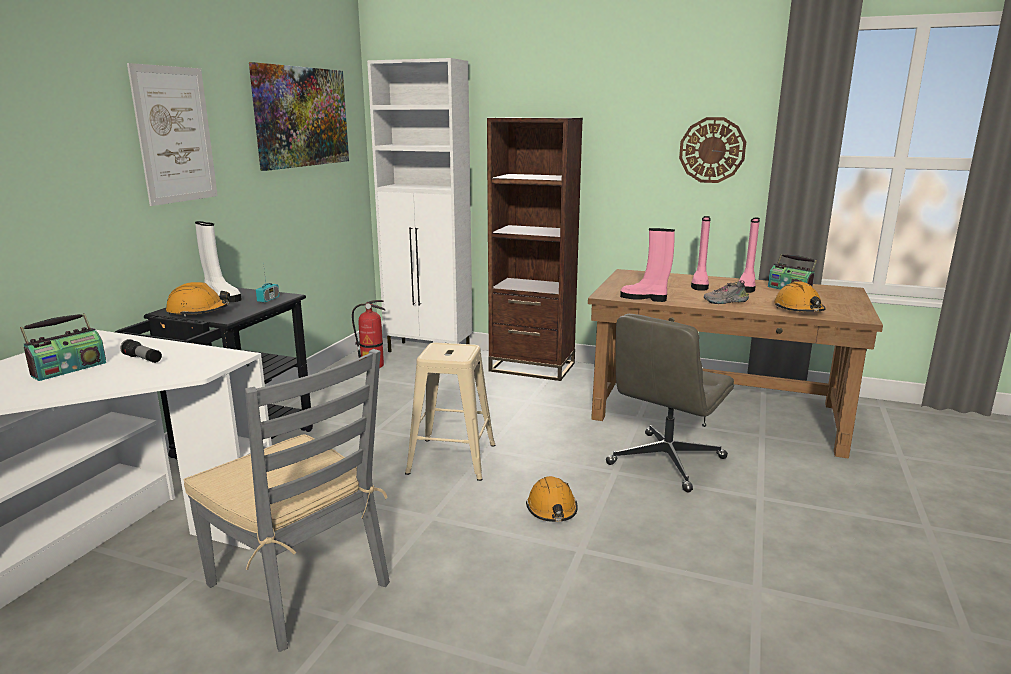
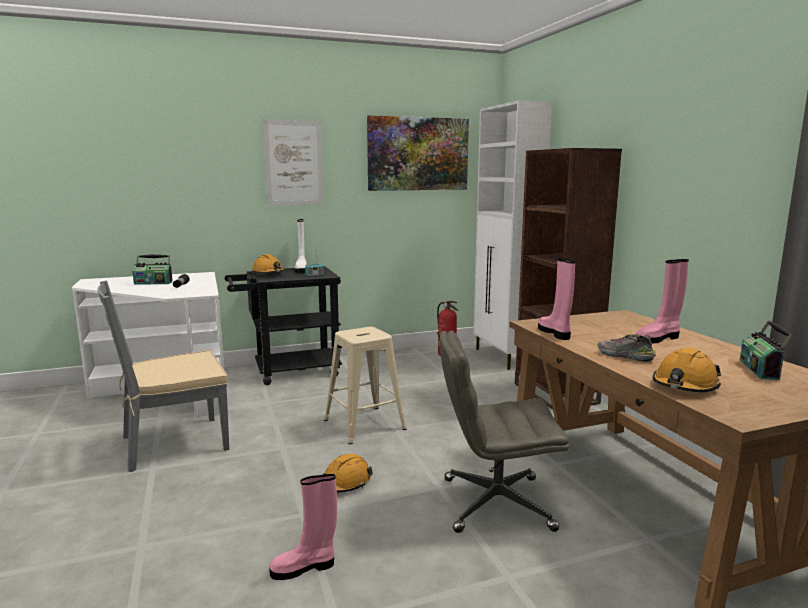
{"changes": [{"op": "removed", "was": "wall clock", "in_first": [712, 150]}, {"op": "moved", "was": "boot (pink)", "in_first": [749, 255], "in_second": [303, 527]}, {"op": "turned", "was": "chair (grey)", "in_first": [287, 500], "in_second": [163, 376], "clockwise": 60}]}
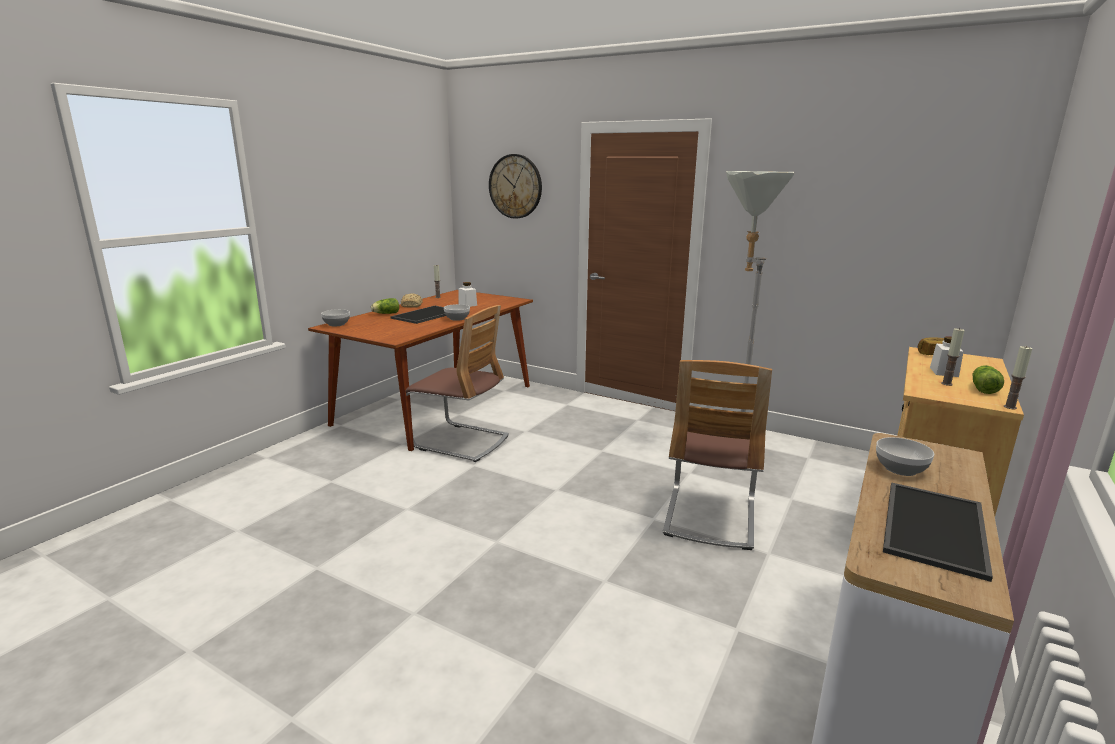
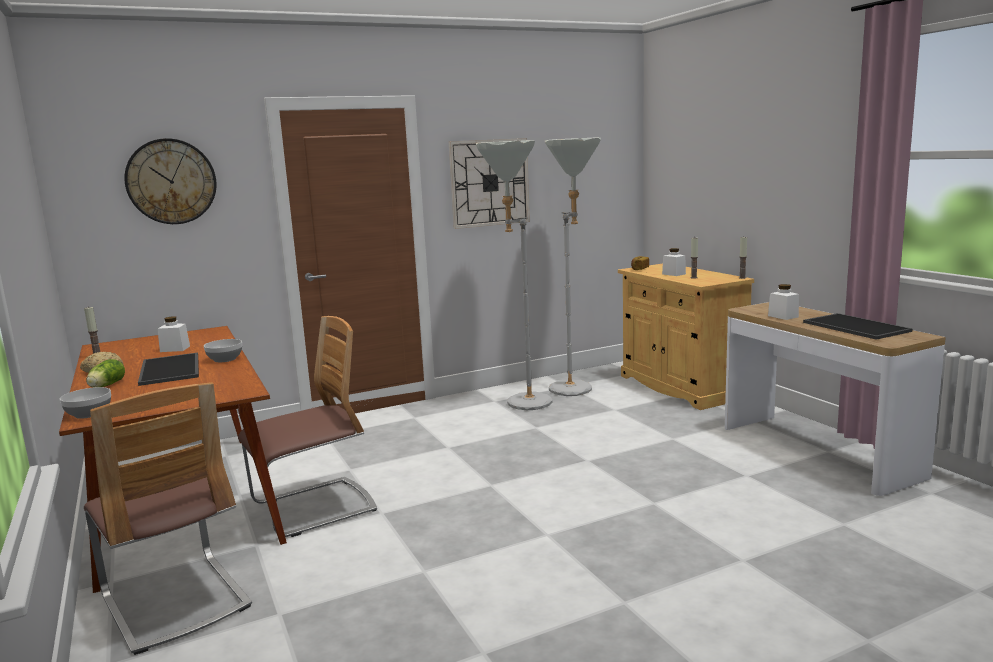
{"changes": [{"op": "moved", "was": "chair", "in_first": [717, 455], "in_second": [168, 518]}, {"op": "removed", "was": "lettuce", "in_first": [988, 379]}, {"op": "replaced", "was": "bowl", "now": "jar (white)", "in_first": [905, 456], "in_second": [783, 302]}, {"op": "added", "now": "floor lamp (grey)", "in_second": [573, 266]}, {"op": "added", "now": "wall clock", "in_second": [489, 183]}]}
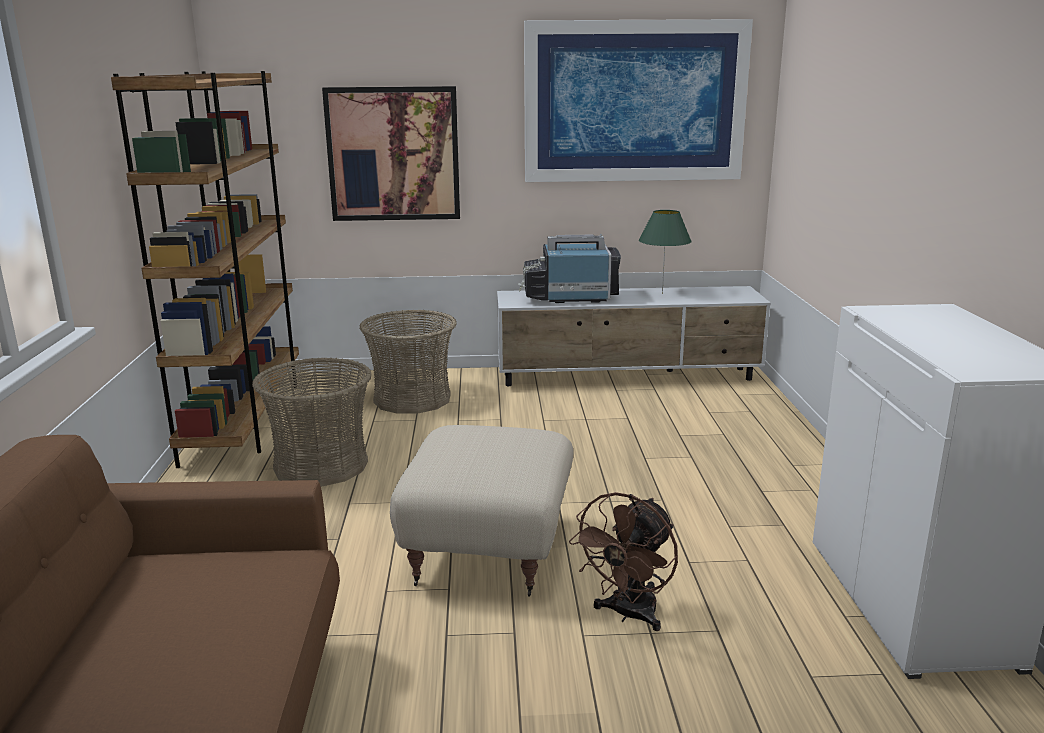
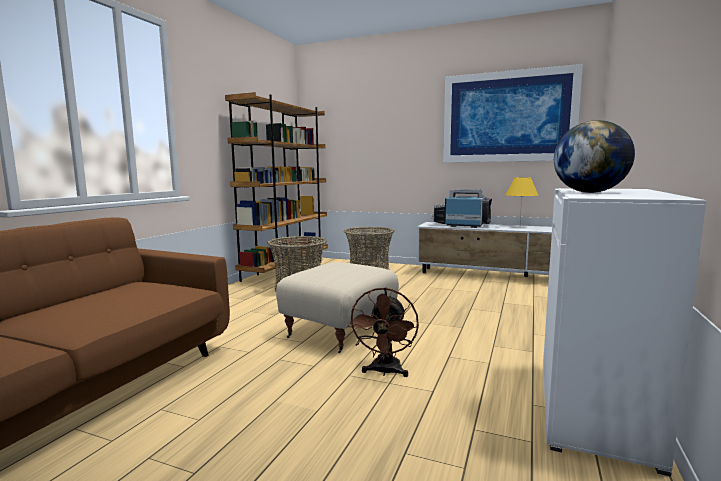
{"changes": [{"op": "removed", "was": "picture", "in_first": [391, 153]}, {"op": "recoloured", "was": "table lamp (green)", "now": "table lamp (yellow)", "in_first": [665, 252], "in_second": [522, 200]}, {"op": "turned", "was": "fan (brown)", "in_first": [623, 561], "in_second": [383, 332], "clockwise": -45}, {"op": "added", "now": "globe", "in_second": [594, 156]}]}
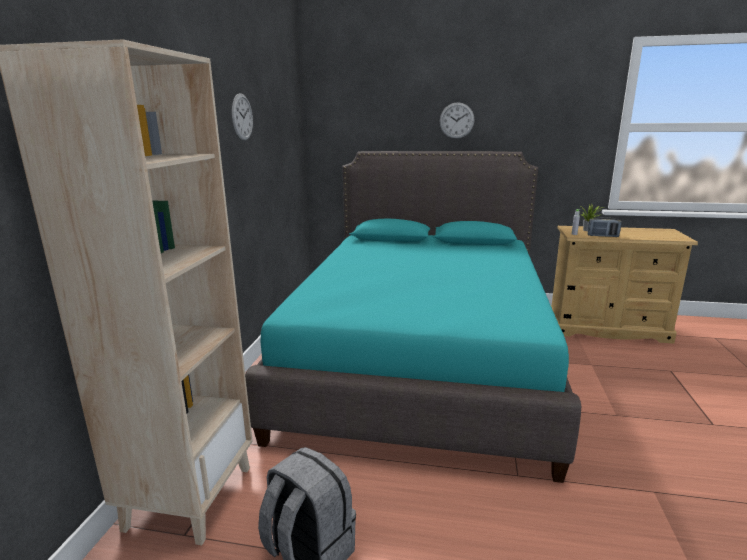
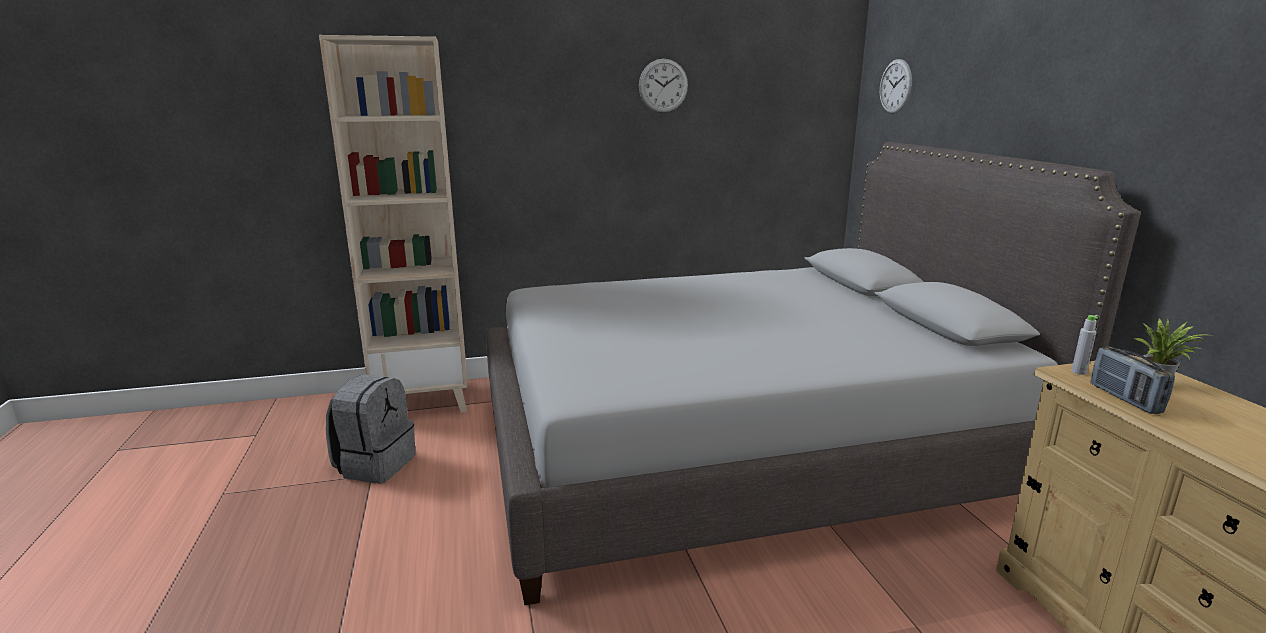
{"changes": [{"op": "moved", "was": "wall clock", "in_first": [457, 120], "in_second": [896, 86]}, {"op": "recoloured", "was": "bed (turquoise)", "now": "bed (grey)", "in_first": [413, 317], "in_second": [813, 373]}]}
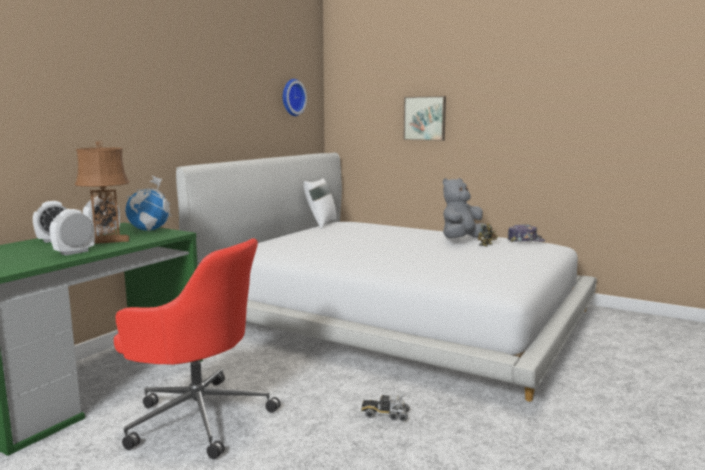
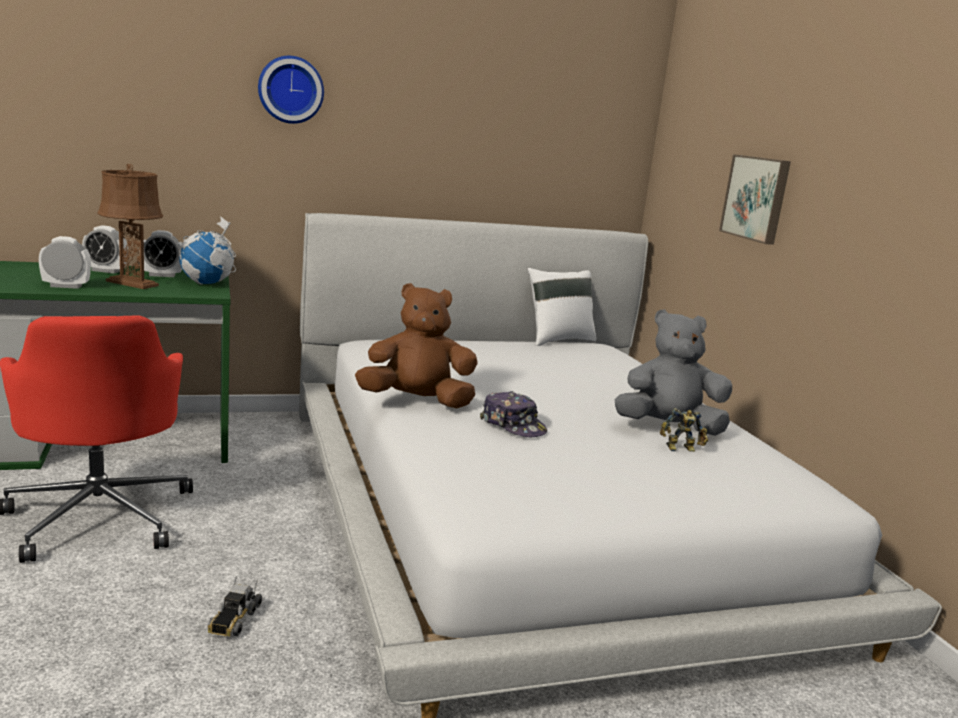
{"changes": [{"op": "moved", "was": "wall clock", "in_first": [295, 97], "in_second": [291, 90]}, {"op": "moved", "was": "cap", "in_first": [526, 233], "in_second": [513, 414]}, {"op": "turned", "was": "toy truck", "in_first": [385, 407], "in_second": [235, 606], "clockwise": -135}, {"op": "added", "now": "plush toy (brown)", "in_second": [416, 345]}]}
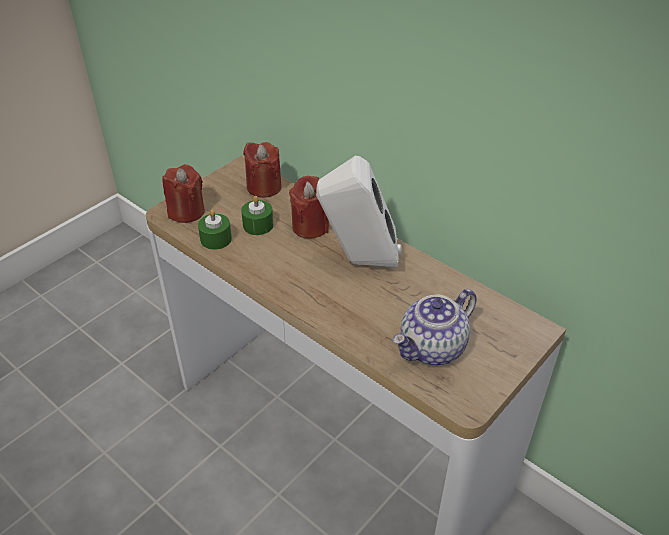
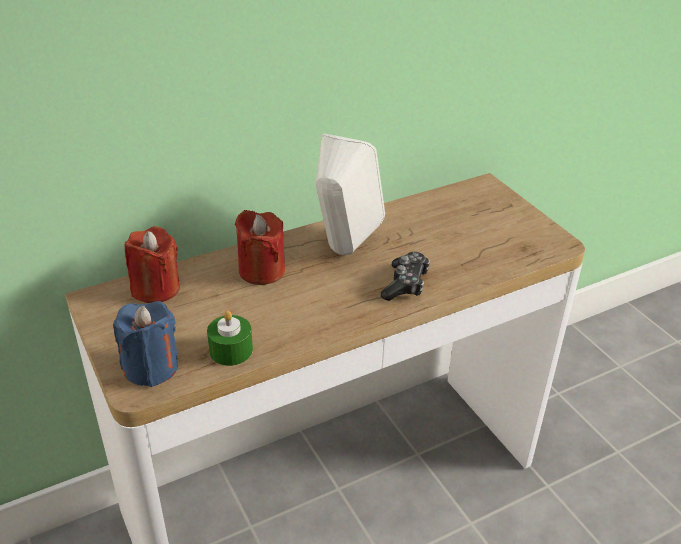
{"changes": [{"op": "recoloured", "was": "candle (red)", "now": "candle (blue)", "in_first": [183, 193], "in_second": [145, 344]}, {"op": "removed", "was": "candle (green)", "in_first": [257, 215]}, {"op": "removed", "was": "teapot", "in_first": [435, 327]}, {"op": "added", "now": "game controller", "in_second": [405, 276]}]}
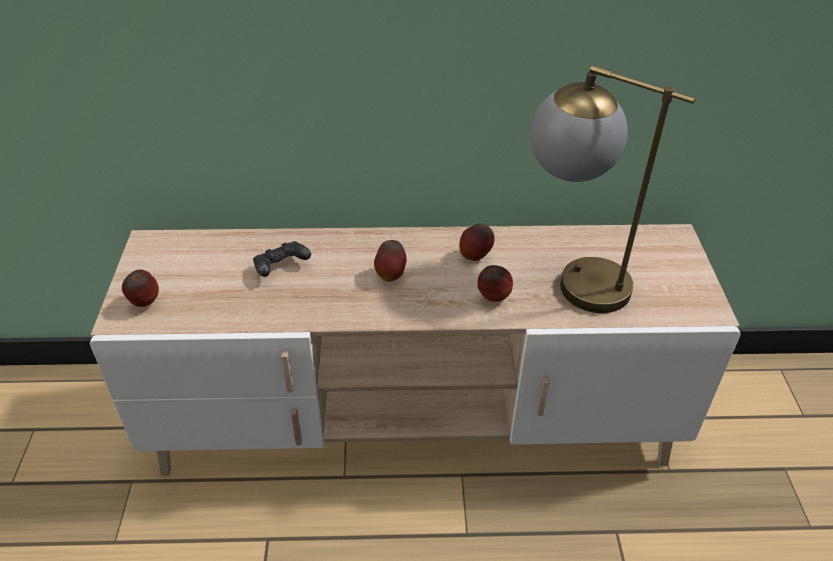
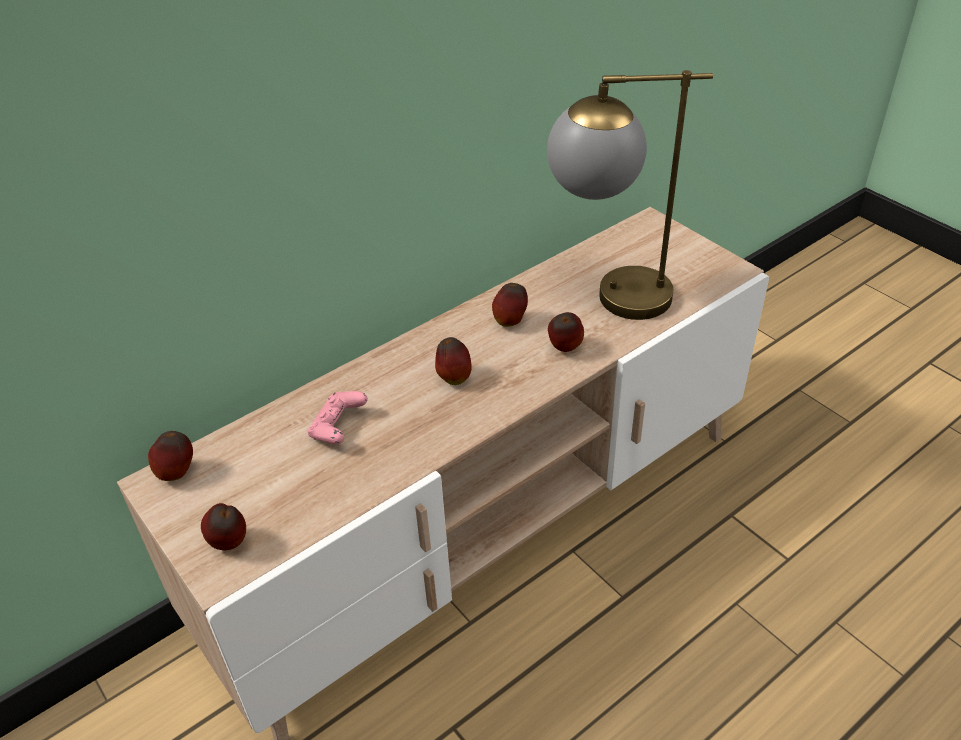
{"changes": [{"op": "recoloured", "was": "game controller (black)", "now": "game controller (pink)", "in_first": [282, 259], "in_second": [338, 417]}, {"op": "added", "now": "apple", "in_second": [170, 456]}]}
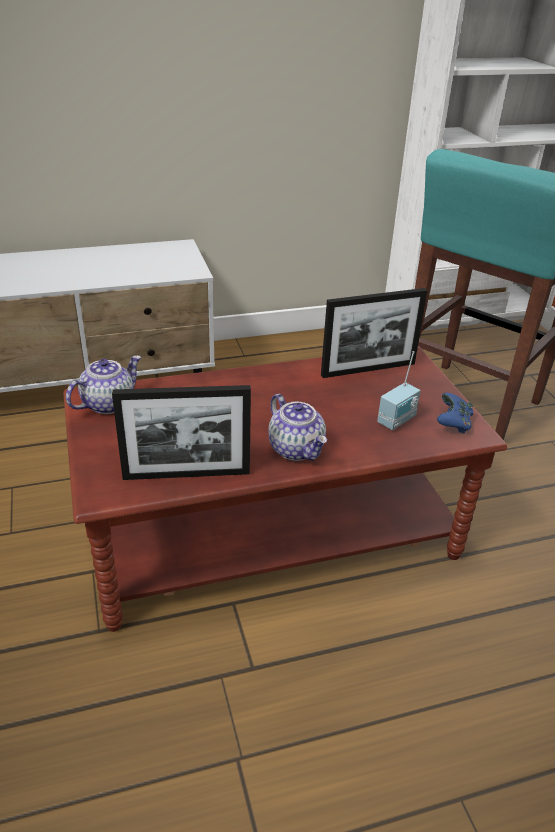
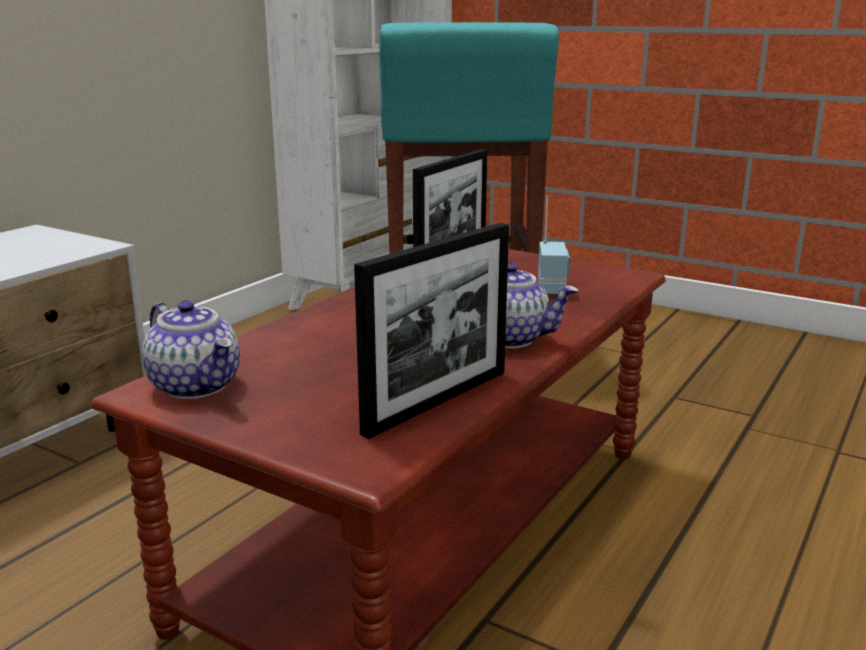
{"changes": [{"op": "turned", "was": "teapot", "in_first": [103, 384], "in_second": [191, 349], "clockwise": 135}, {"op": "removed", "was": "game controller (blue)", "in_first": [455, 413]}]}
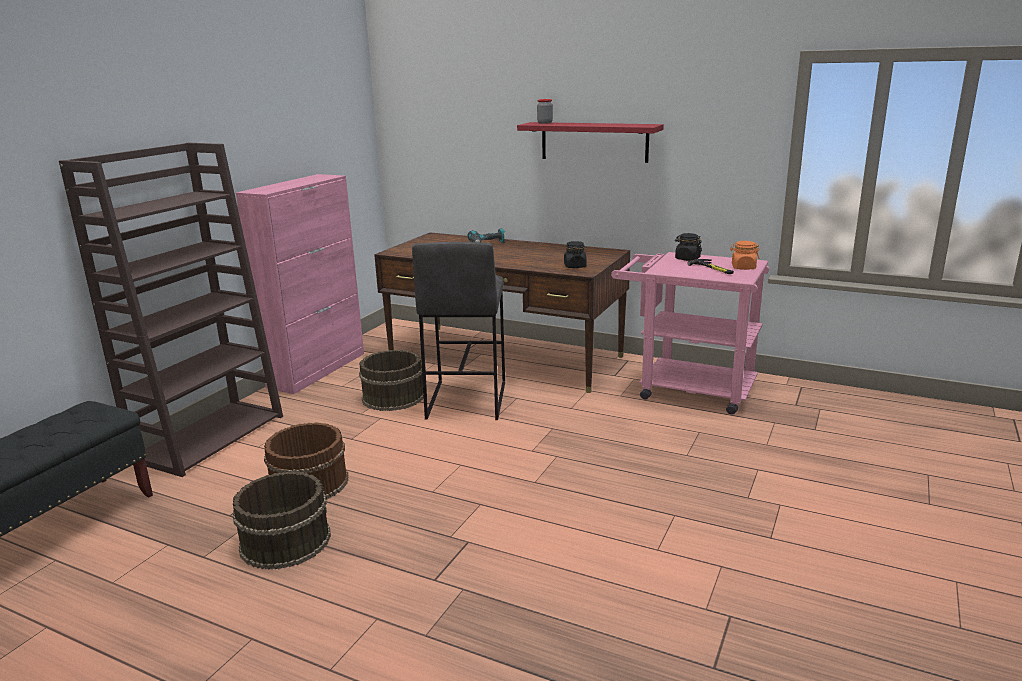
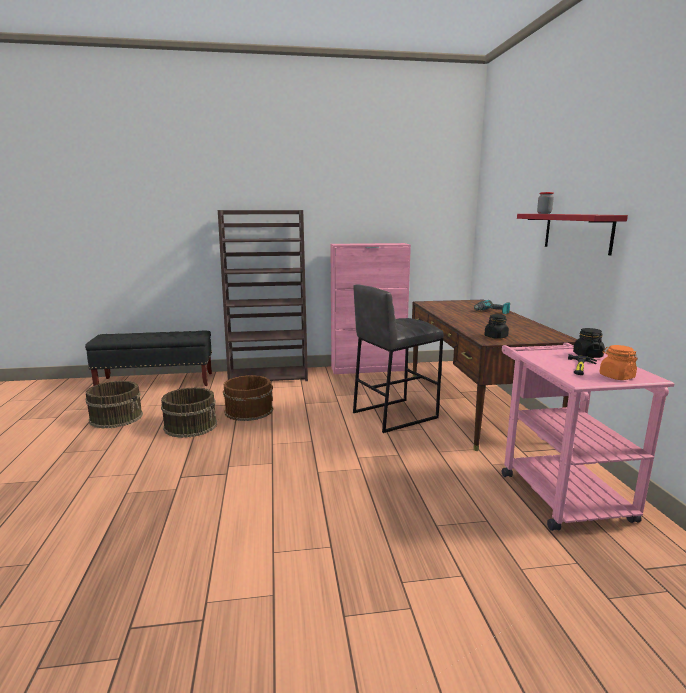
{"changes": [{"op": "moved", "was": "bucket (brown)", "in_first": [391, 380], "in_second": [114, 404]}]}
